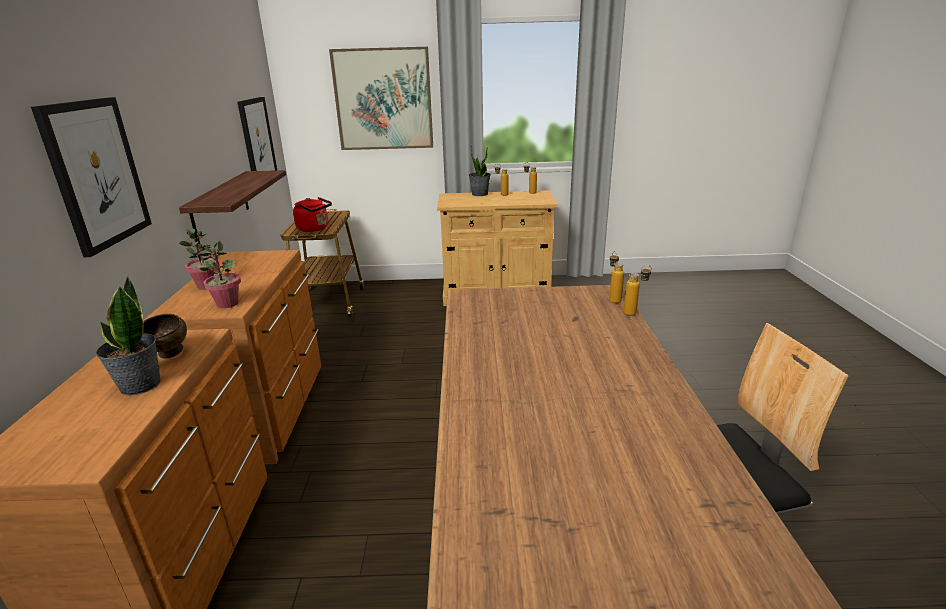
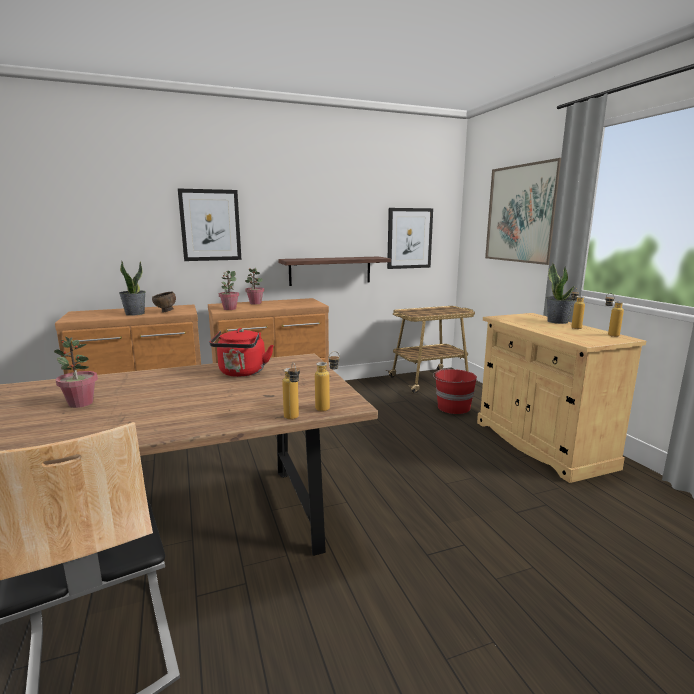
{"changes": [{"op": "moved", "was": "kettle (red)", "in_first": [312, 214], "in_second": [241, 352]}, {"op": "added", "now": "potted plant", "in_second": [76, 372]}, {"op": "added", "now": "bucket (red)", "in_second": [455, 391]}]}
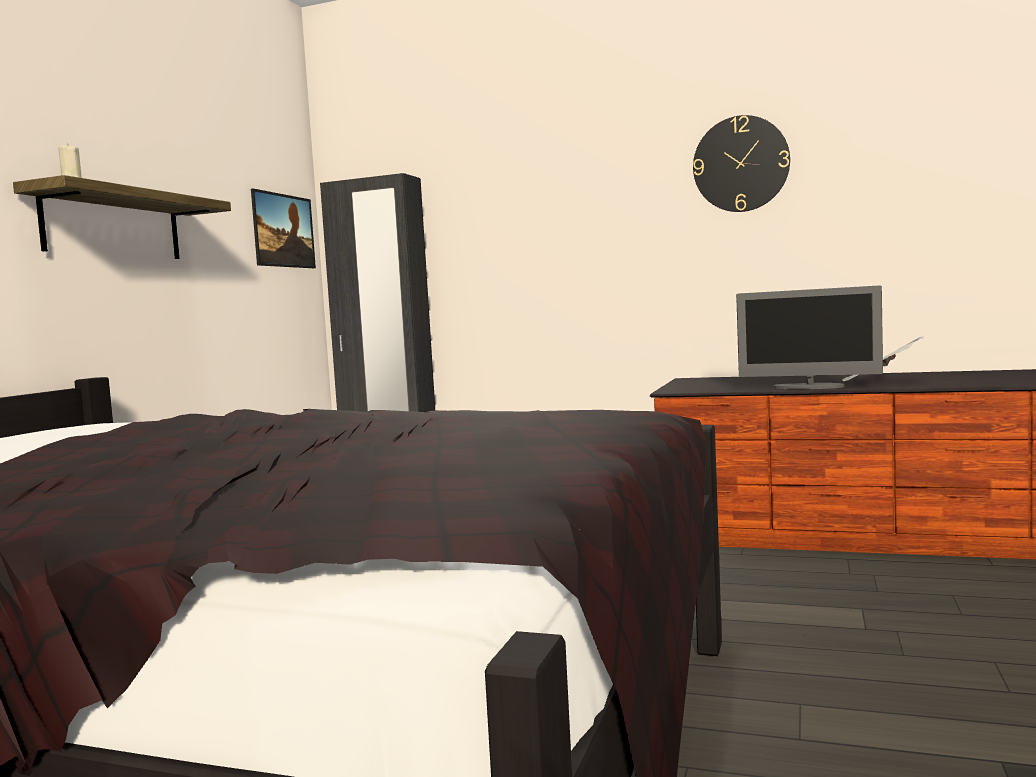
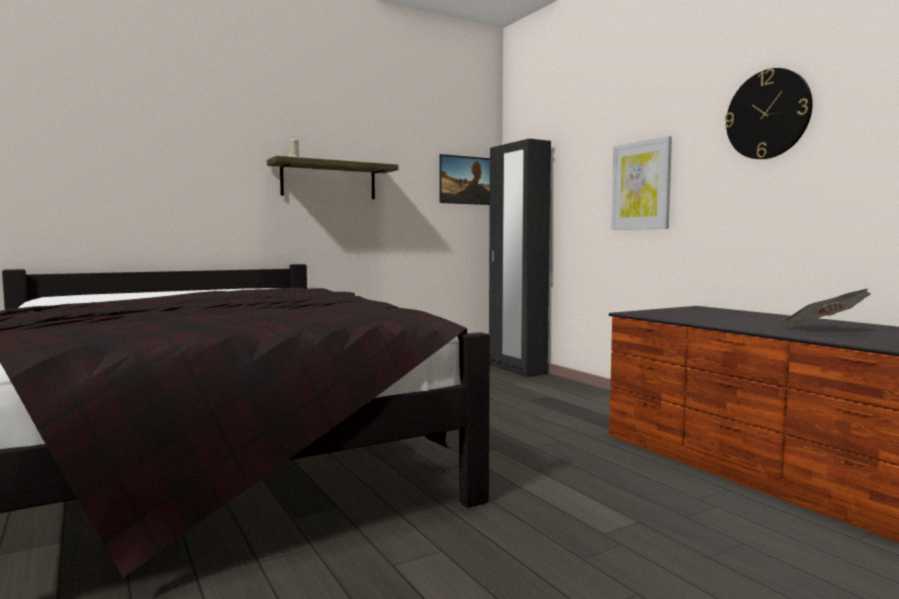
{"changes": [{"op": "removed", "was": "monitor", "in_first": [809, 337]}, {"op": "added", "now": "picture", "in_second": [641, 183]}]}
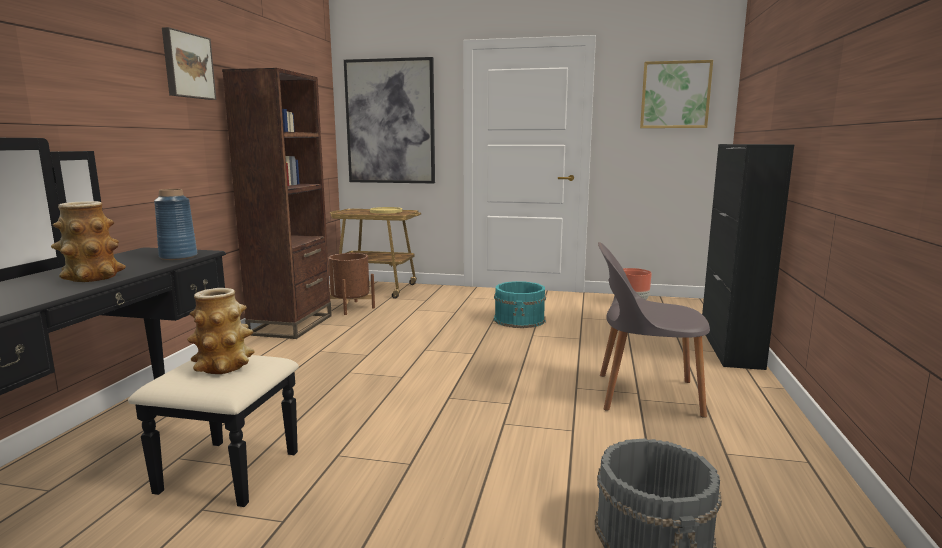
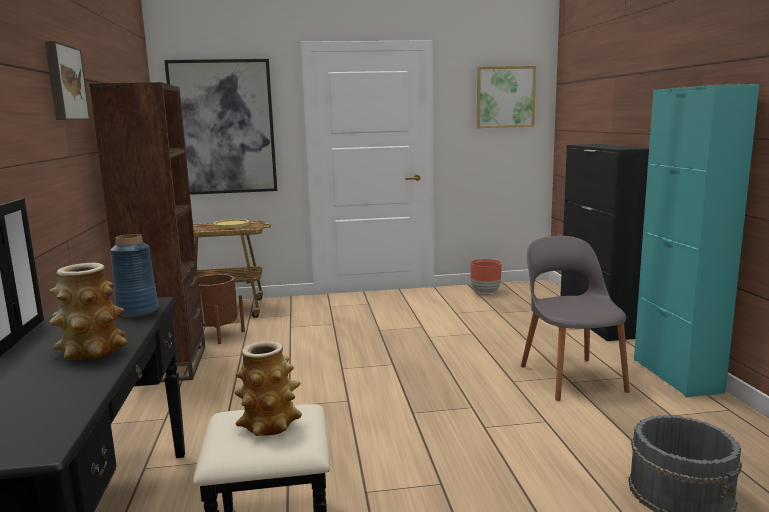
{"changes": [{"op": "turned", "was": "chair (grey)", "in_first": [654, 330], "in_second": [575, 318], "clockwise": 90}, {"op": "removed", "was": "bucket (turquoise)", "in_first": [520, 304]}, {"op": "added", "now": "cabinet (turquoise)", "in_second": [697, 240]}]}
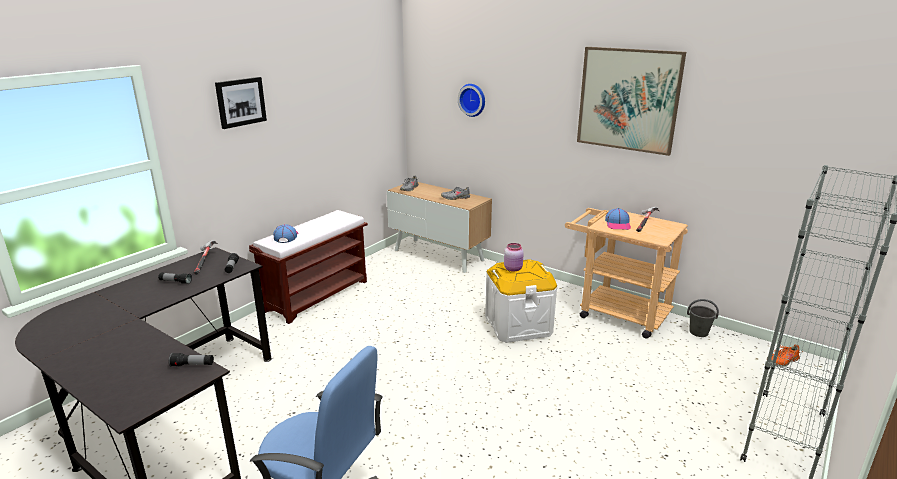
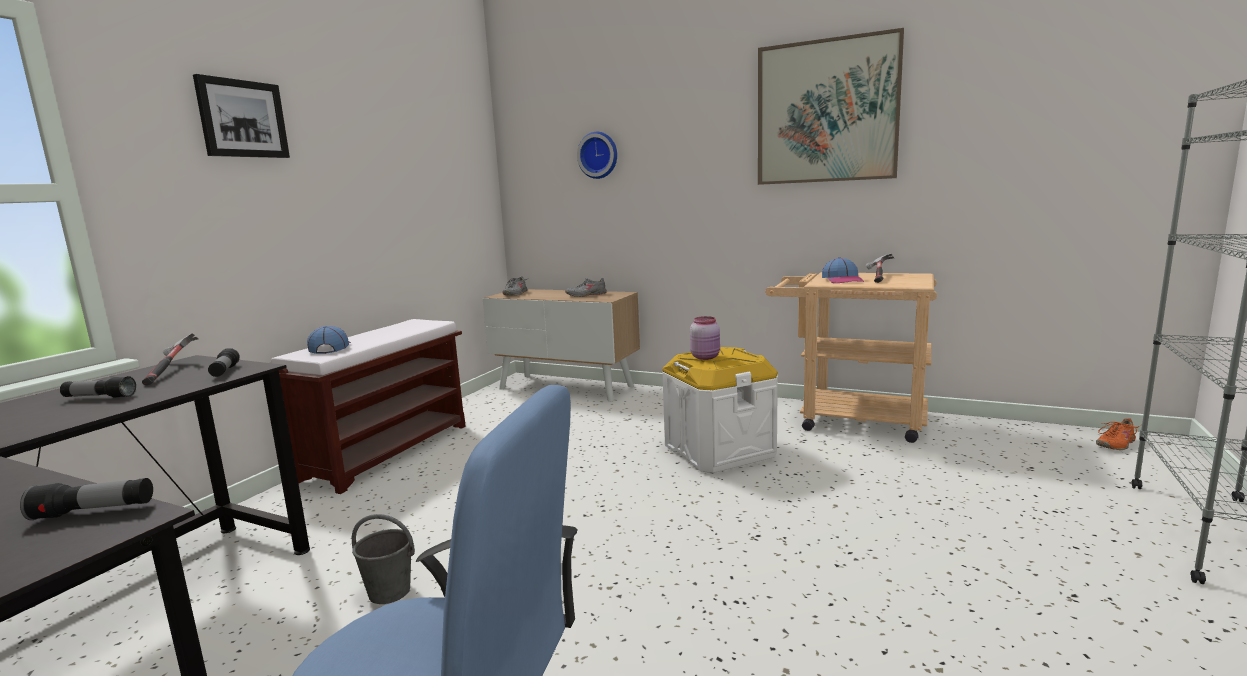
{"changes": [{"op": "moved", "was": "bucket (grey)", "in_first": [703, 318], "in_second": [383, 559]}]}
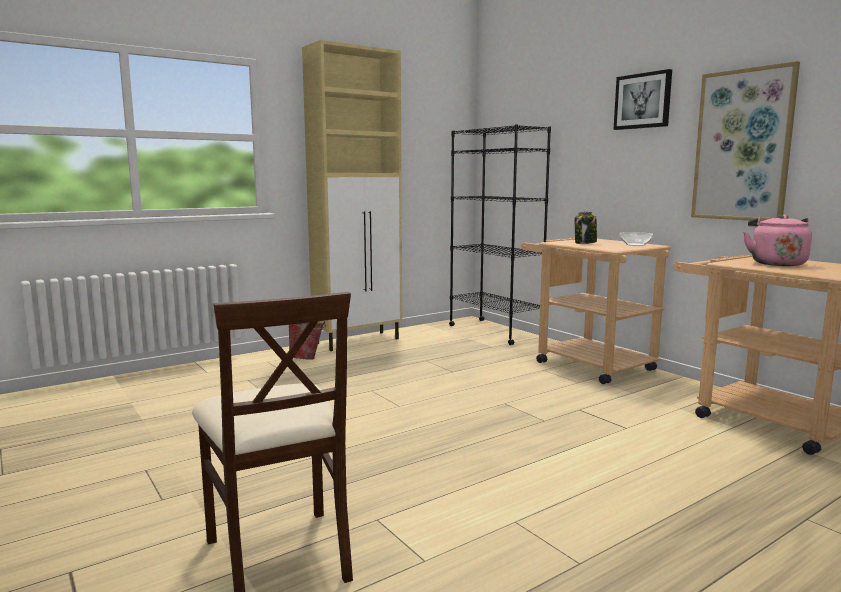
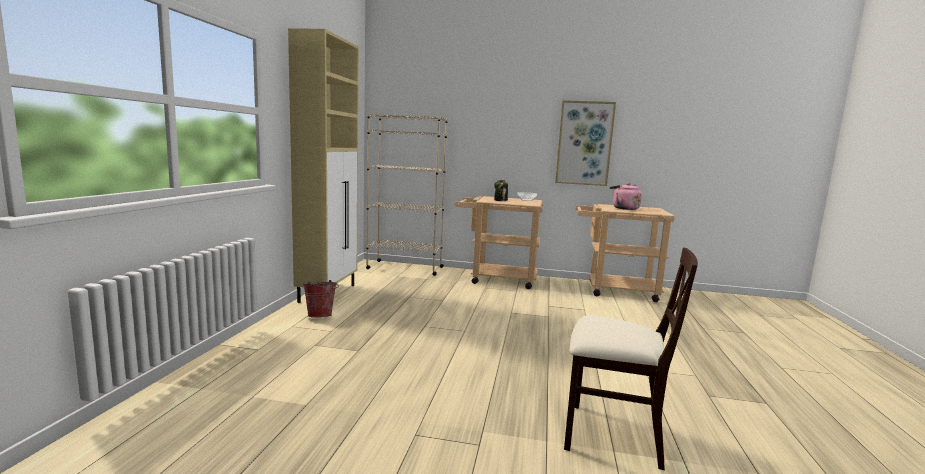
{"changes": [{"op": "removed", "was": "picture", "in_first": [642, 99]}, {"op": "recoloured", "was": "bookcase (black)", "now": "bookcase (beige)", "in_first": [500, 234], "in_second": [407, 194]}]}
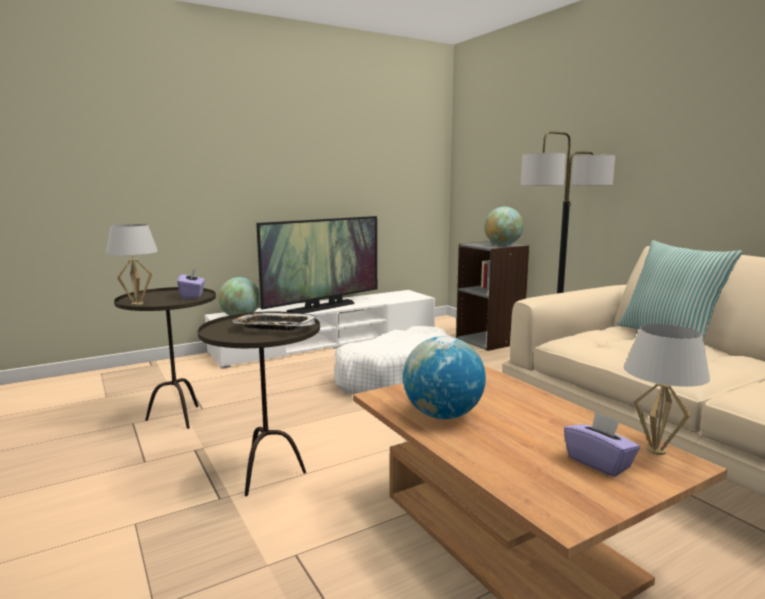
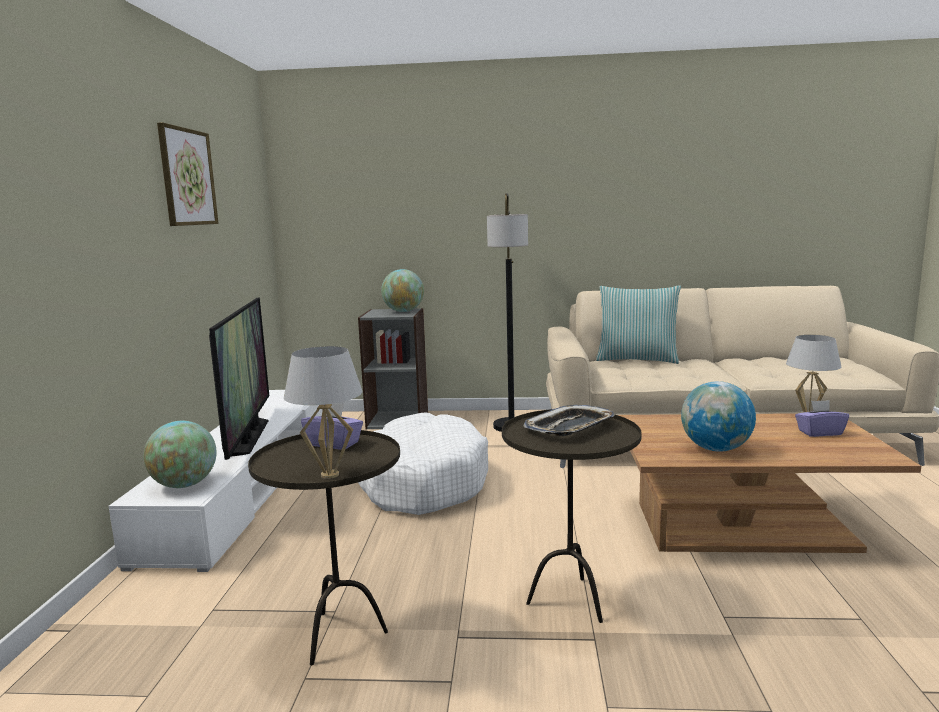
{"changes": [{"op": "added", "now": "picture", "in_second": [188, 174]}]}
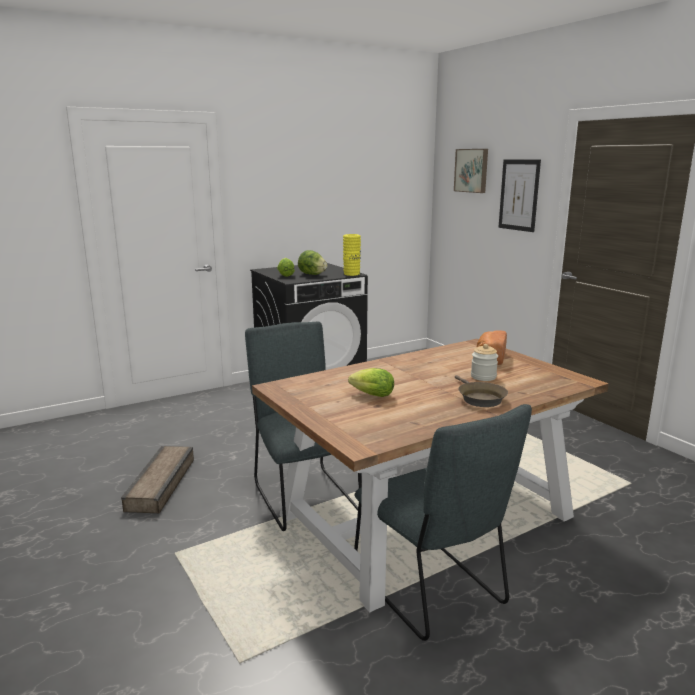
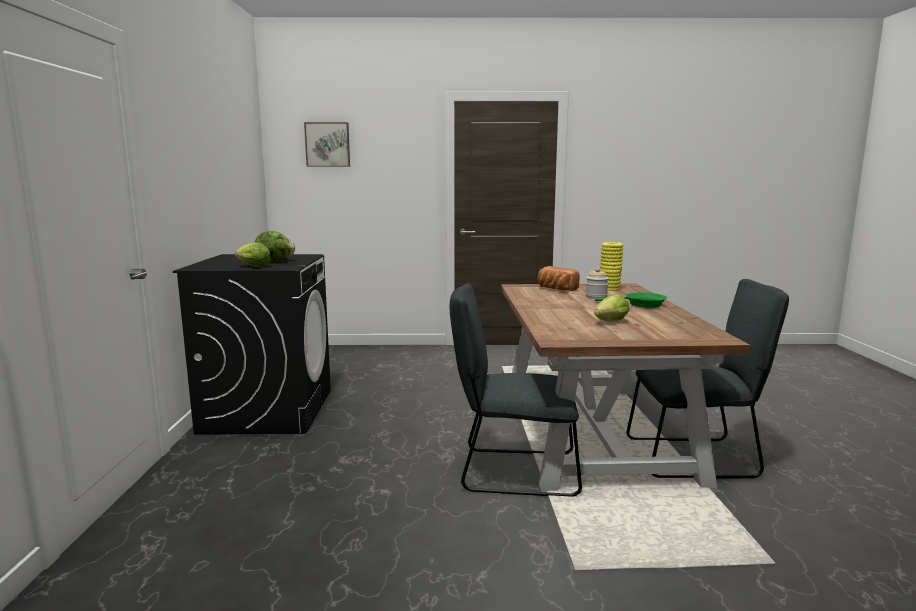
{"changes": [{"op": "removed", "was": "picture", "in_first": [519, 196]}, {"op": "moved", "was": "vase (yellow)", "in_first": [352, 255], "in_second": [611, 266]}, {"op": "recoloured", "was": "frying pan (brown)", "now": "frying pan (green)", "in_first": [481, 391], "in_second": [631, 300]}, {"op": "removed", "was": "crate", "in_first": [157, 479]}]}
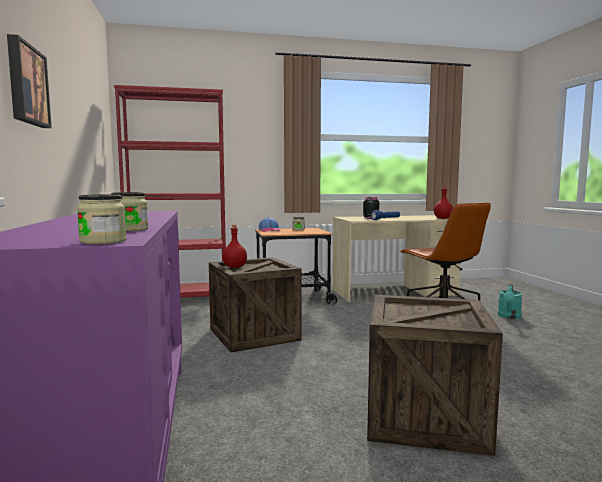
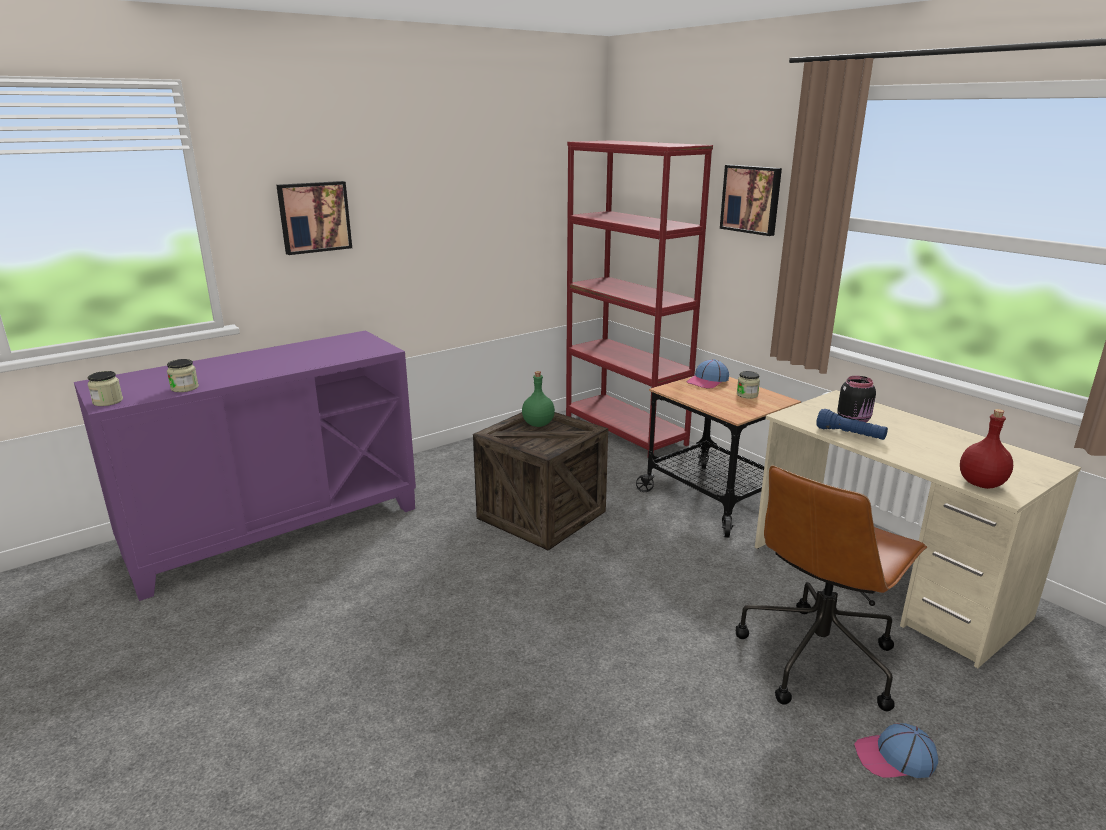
{"changes": [{"op": "recoloured", "was": "bottle (red)", "now": "bottle (green)", "in_first": [234, 246], "in_second": [538, 399]}, {"op": "replaced", "was": "watering can (turquoise)", "now": "cap", "in_first": [510, 301], "in_second": [896, 750]}, {"op": "removed", "was": "crate", "in_first": [435, 375]}, {"op": "added", "now": "picture", "in_second": [751, 200]}]}
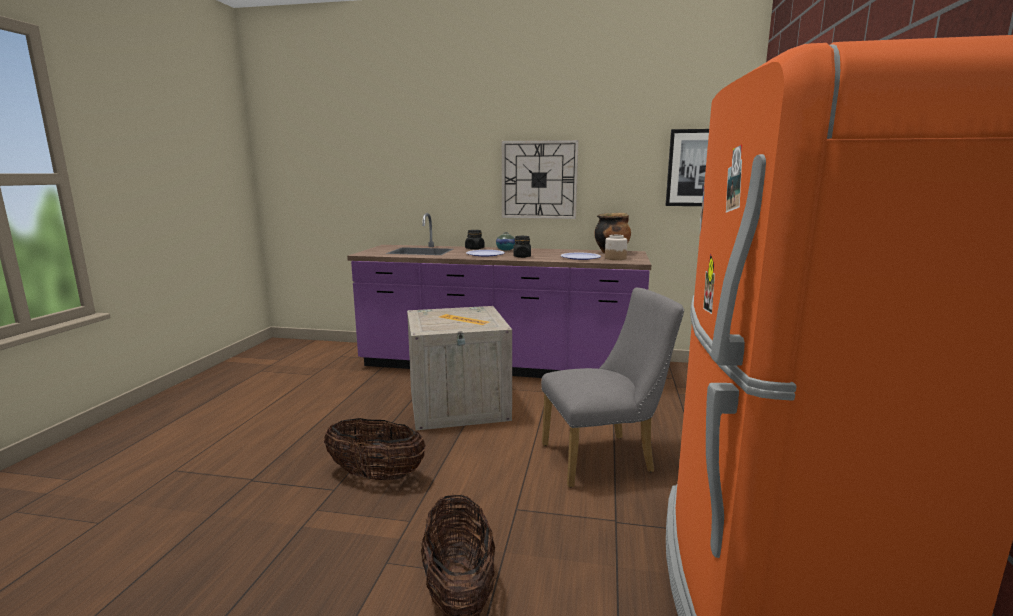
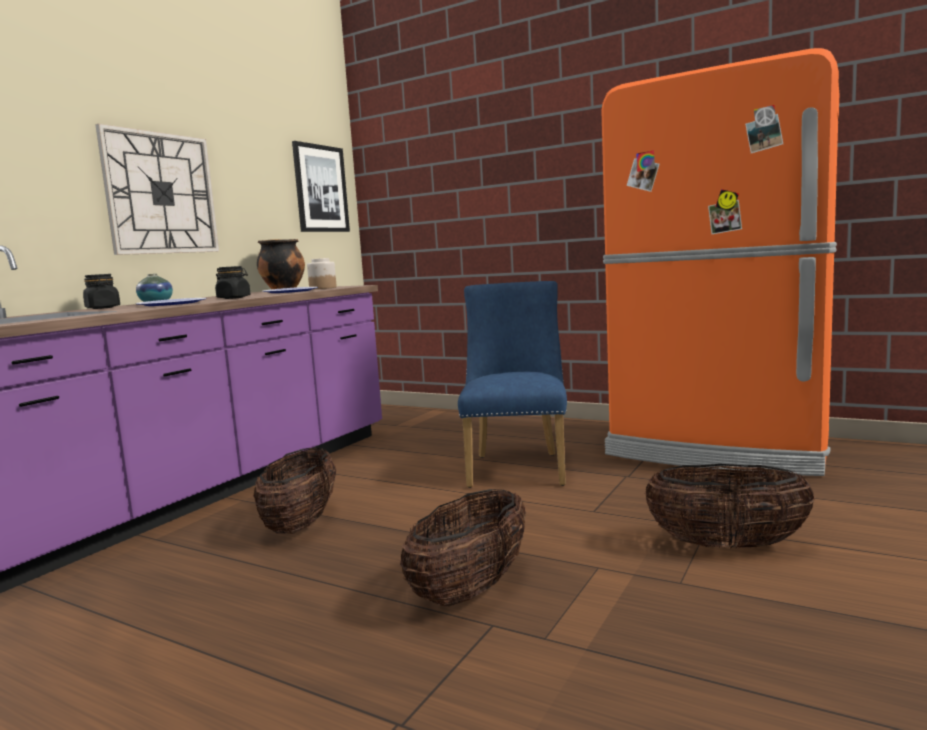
{"changes": [{"op": "recoloured", "was": "chair (grey)", "now": "chair (blue)", "in_first": [612, 387], "in_second": [512, 384]}, {"op": "replaced", "was": "crate", "now": "basket", "in_first": [459, 368], "in_second": [294, 491]}]}
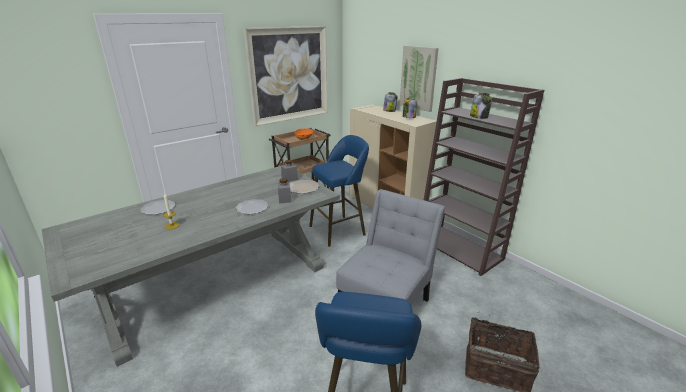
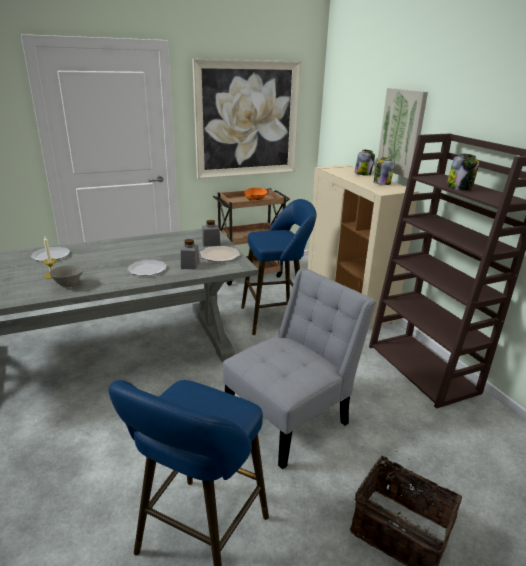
{"changes": [{"op": "added", "now": "bowl (grey)", "in_second": [66, 276]}]}
